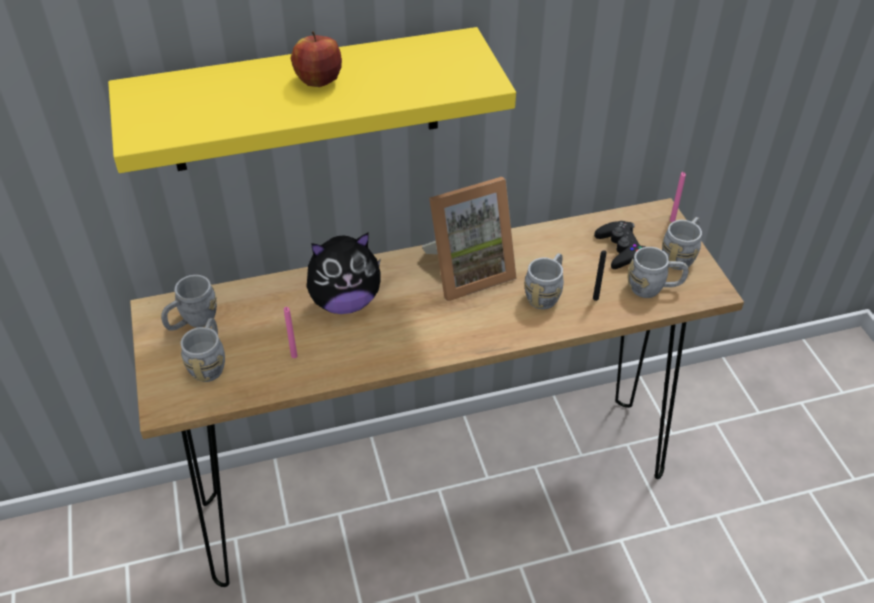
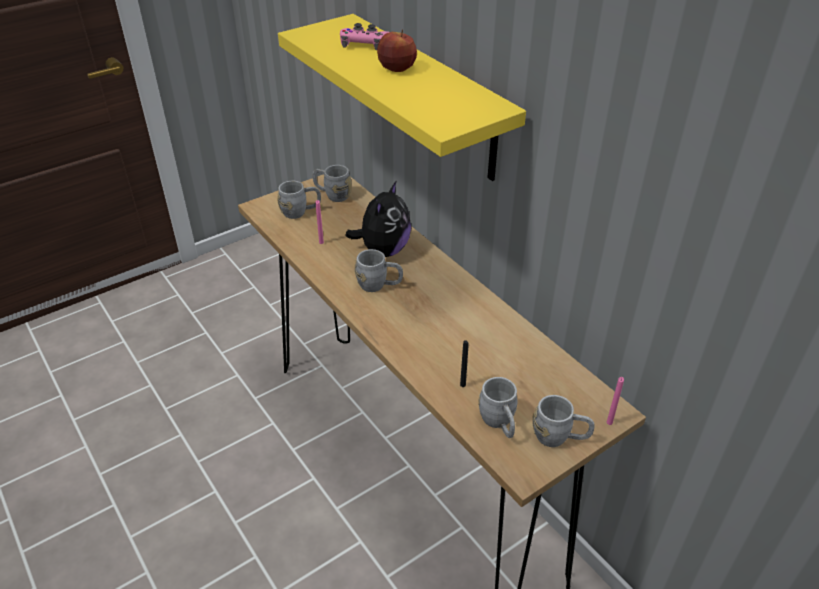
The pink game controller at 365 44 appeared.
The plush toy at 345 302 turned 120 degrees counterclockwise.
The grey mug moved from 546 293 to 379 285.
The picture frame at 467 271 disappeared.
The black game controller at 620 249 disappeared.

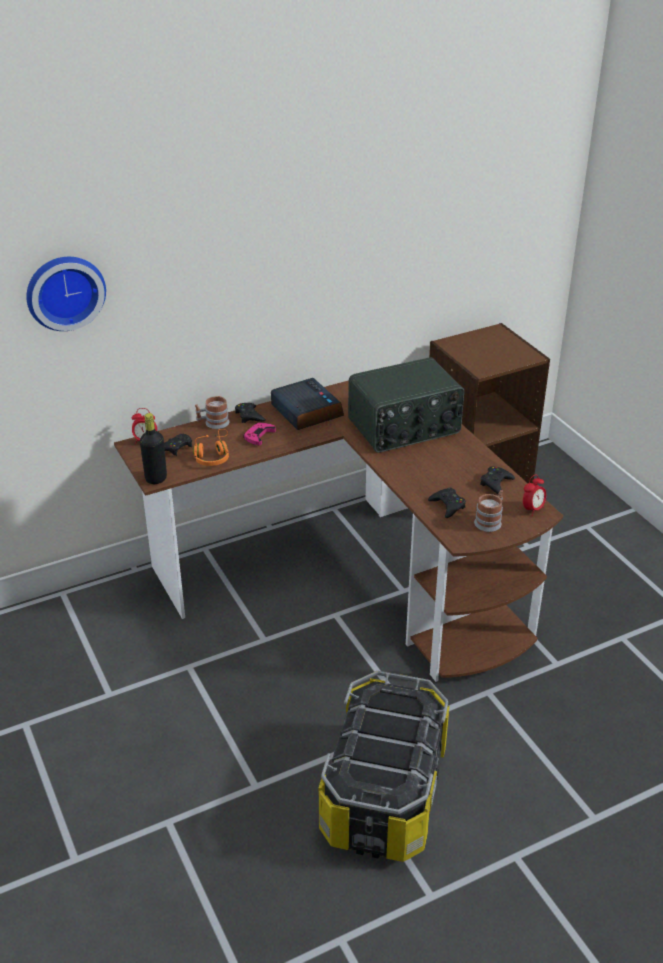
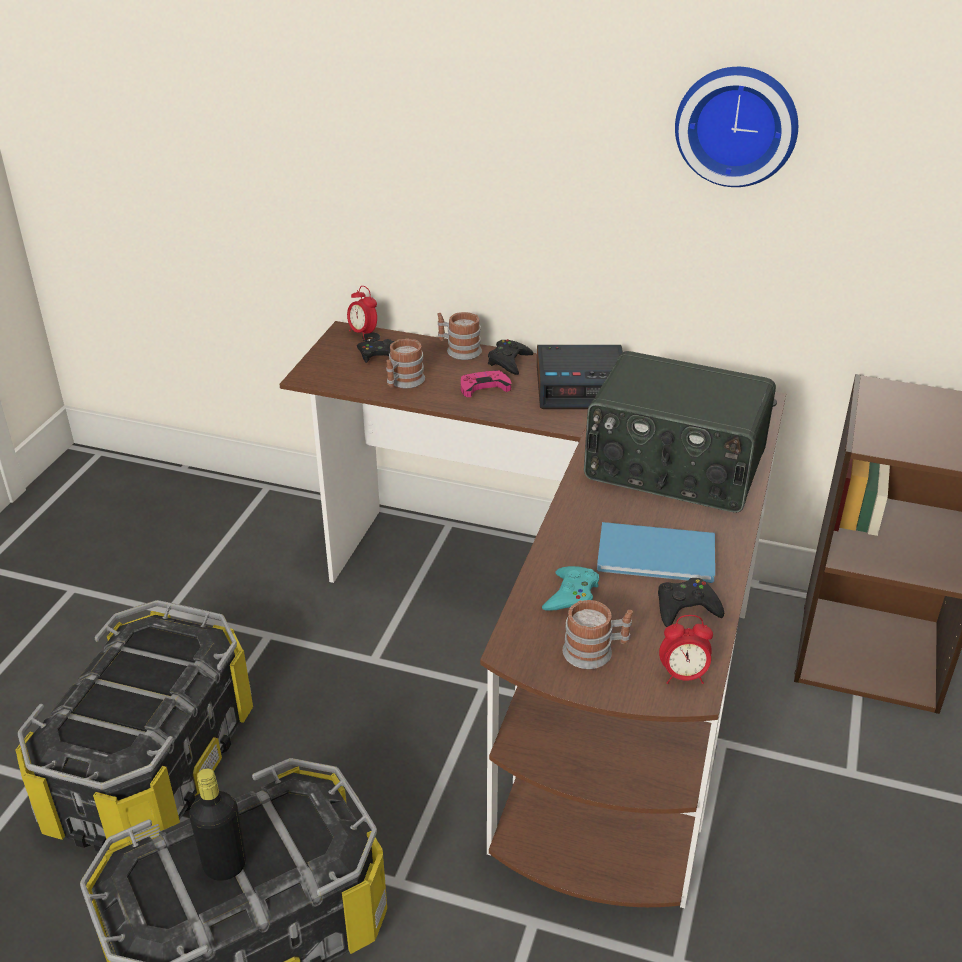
The storage box at 153 767 appeared.
The black bottle moved from 156 478 to 225 866.
The orange headphones at 213 455 was replaced by the mug at 403 382.
The alarm clock at 305 411 turned 75 degrees clockwise.
The black game controller at 448 506 became the turquoise game controller at 571 595.
The blue book at 659 556 appeared.
The wall clock moved from 64 291 to 737 124.

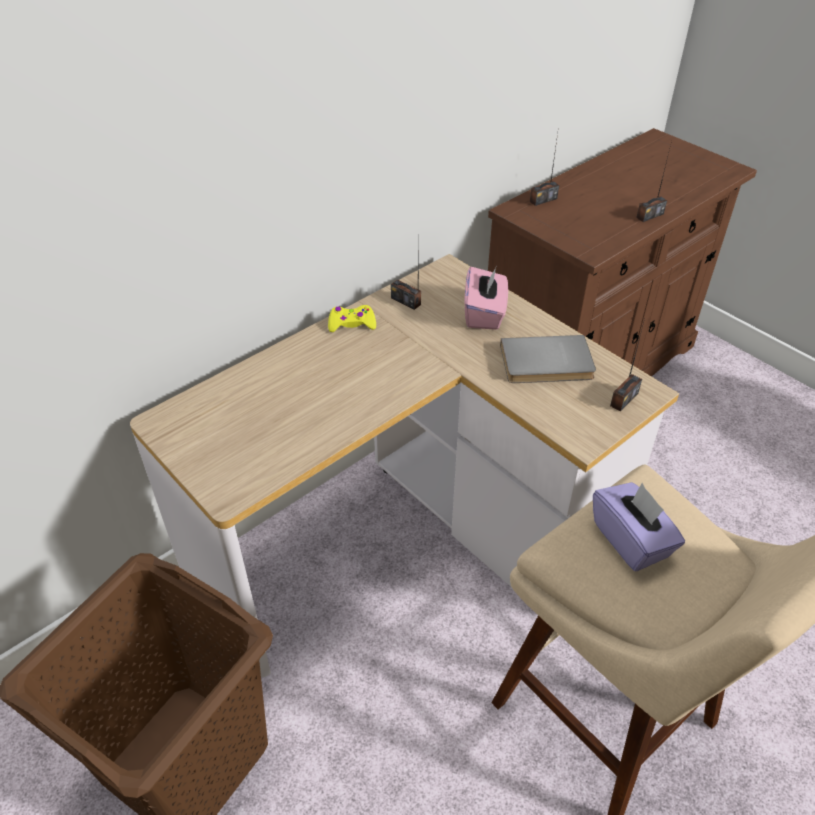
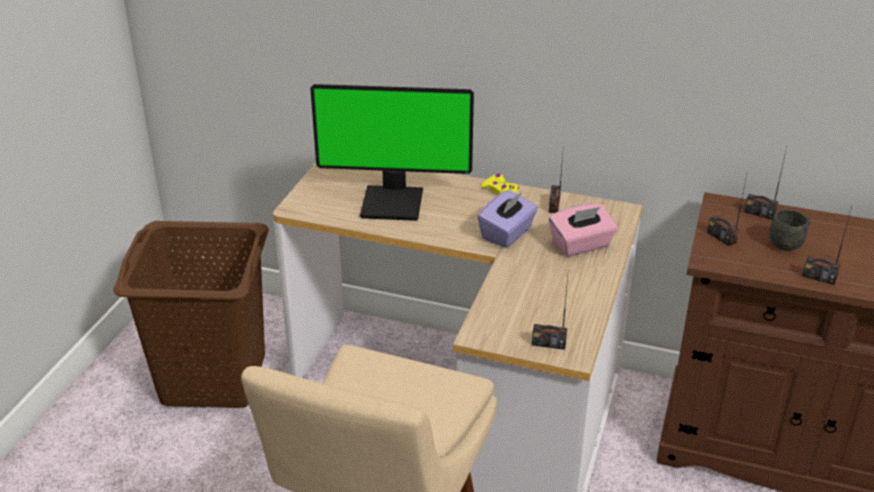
The monitor at 393 202 appeared.
The purple tissue box moved from 631 540 to 507 234.
The radio at 721 237 appeared.
The grey mug at 788 243 appeared.
The grey book at 547 364 disappeared.

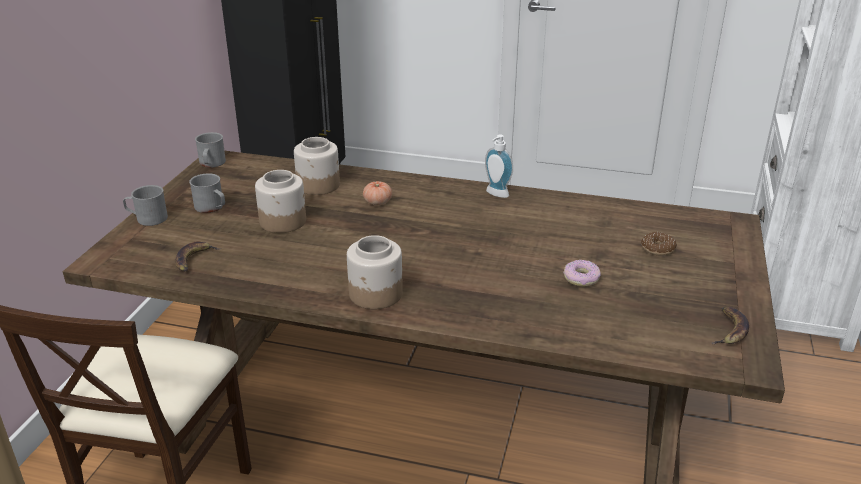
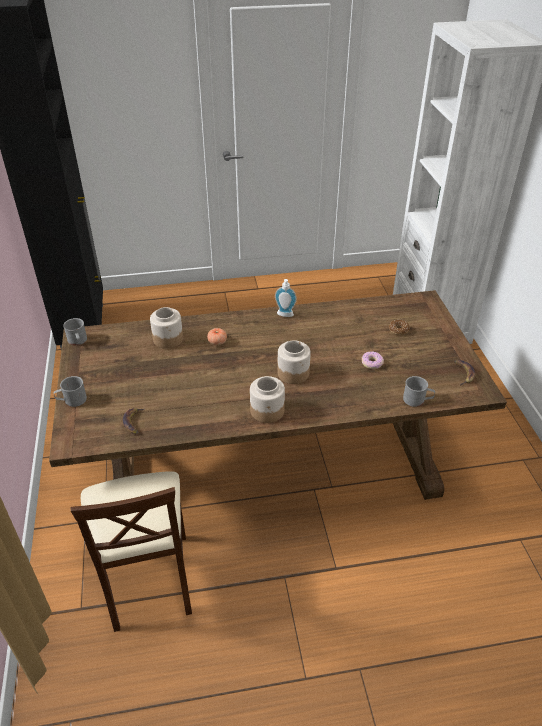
The jar moved from 283 221 to 293 373.
The grey mug moved from 212 208 to 417 400.

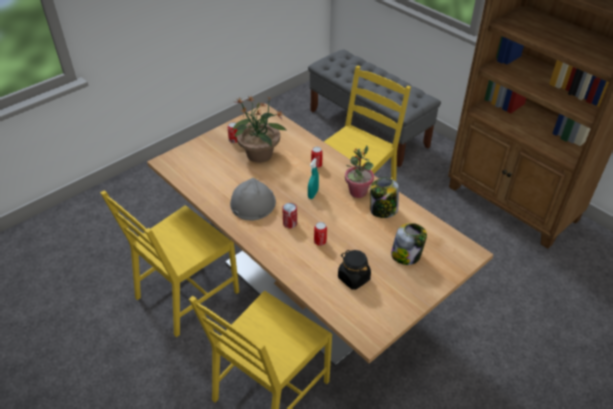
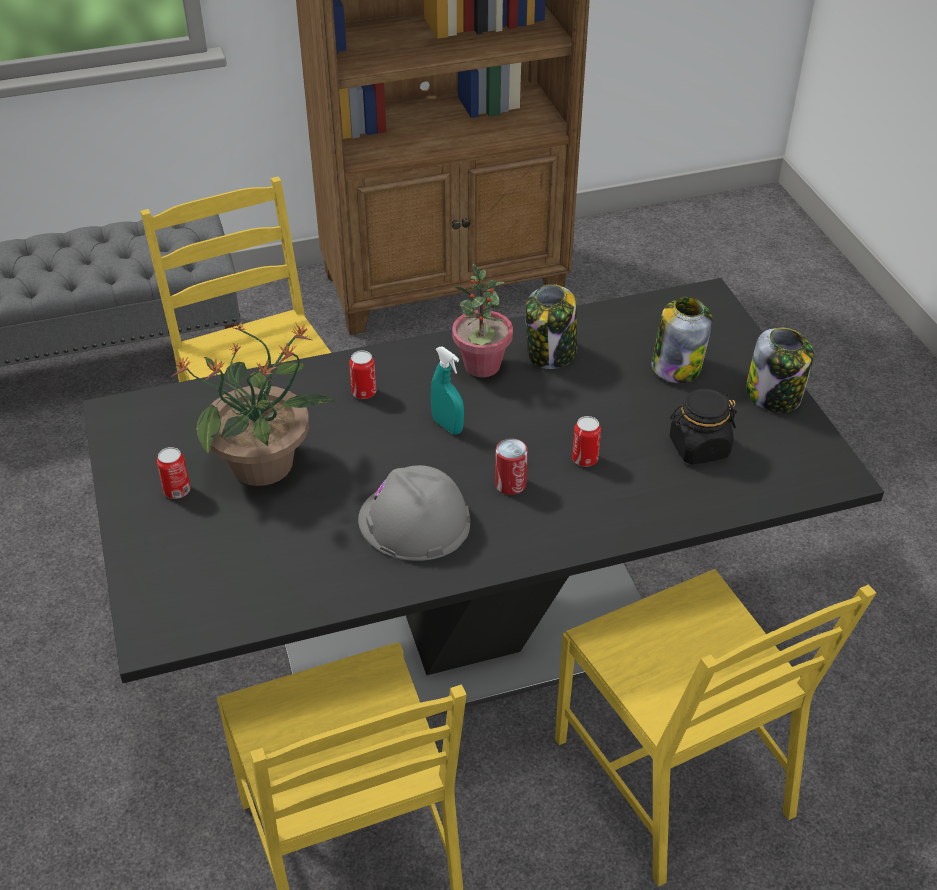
The beige dining table at 306 290 became the black dining table at 468 632.
The jar at 774 396 appeared.

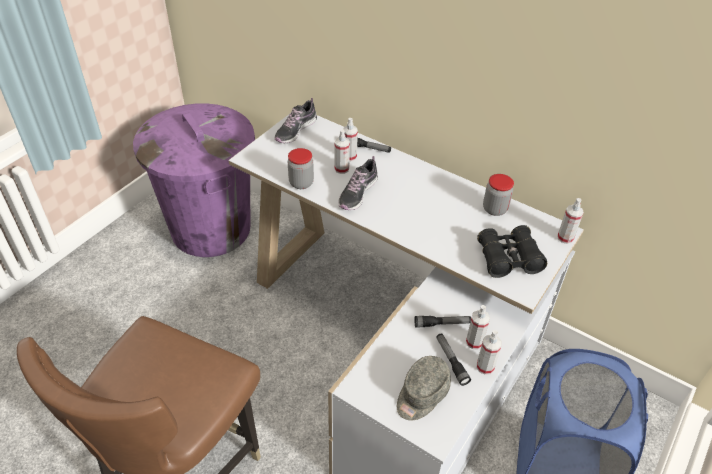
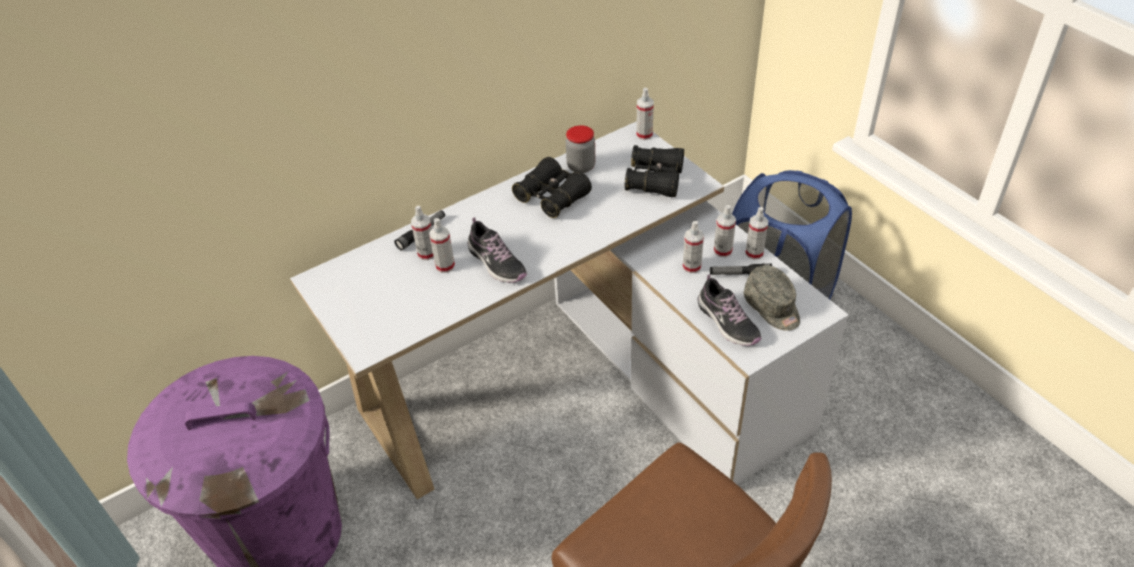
The black binoculars at 552 197 appeared.
The flashlight at 442 324 was replaced by the spray bottle at 691 266.
The shoe moved from 295 130 to 727 322.
The jar at 301 183 disappeared.

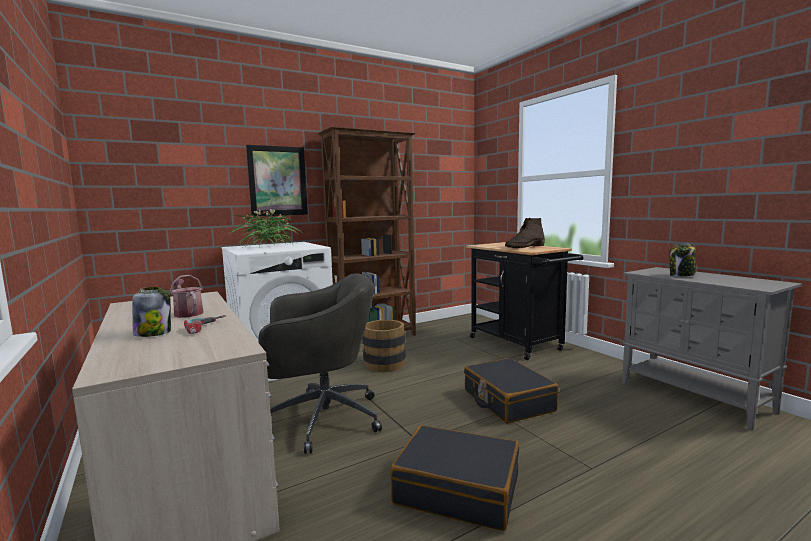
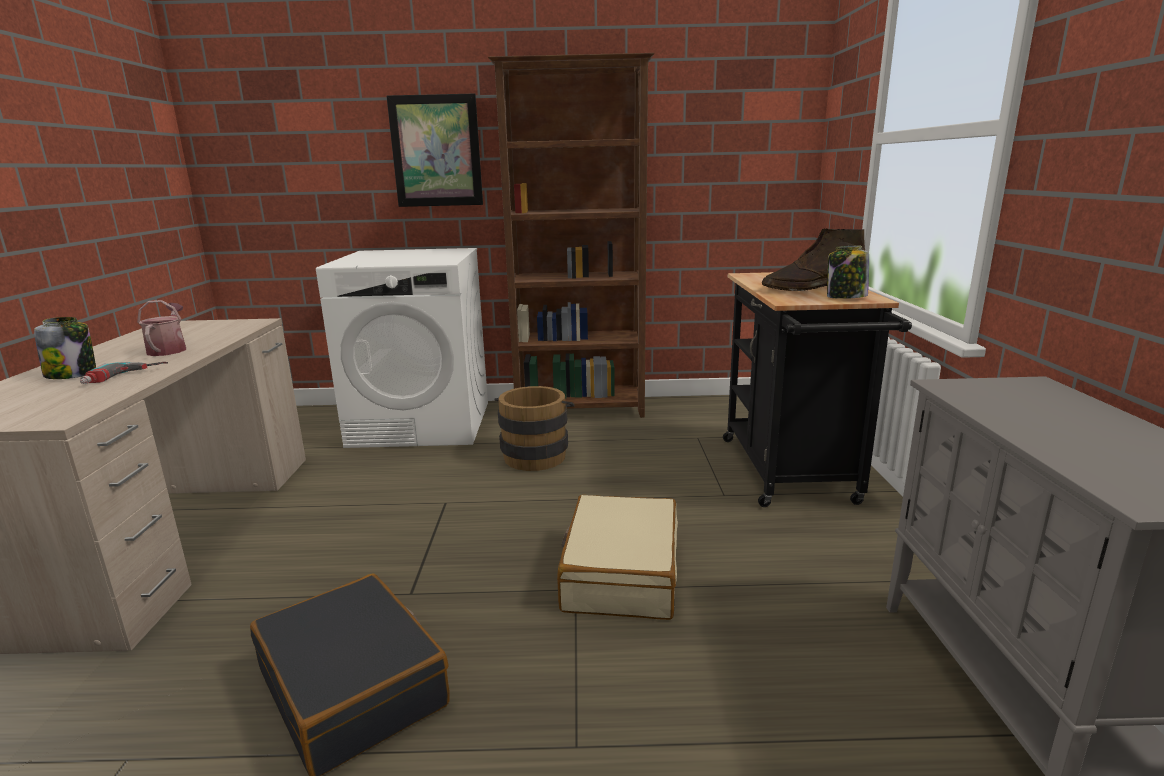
The black suitcase at 507 401 became the beige suitcase at 620 573.
The jar moved from 682 275 to 845 297.
The potted plant at 268 247 disappeared.
The grey office chair at 321 419 disappeared.

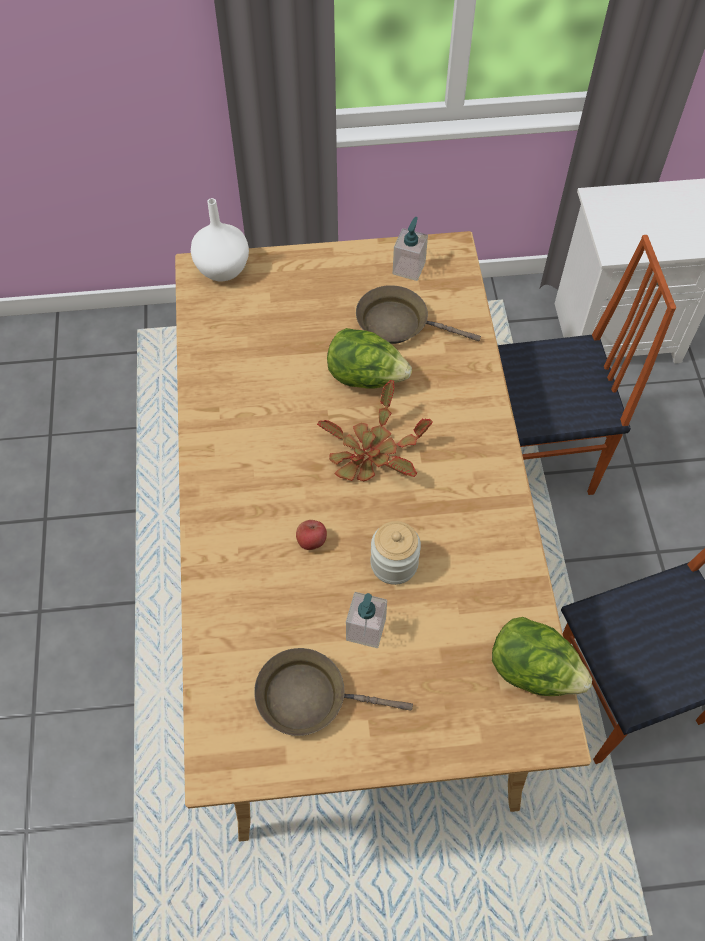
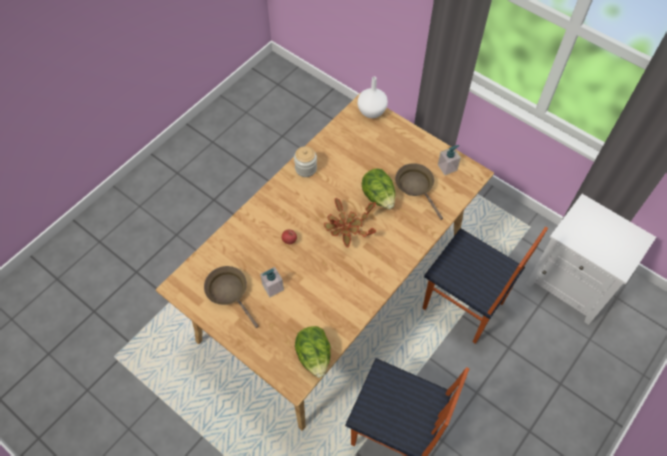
The jar moved from 394 563 to 306 168.

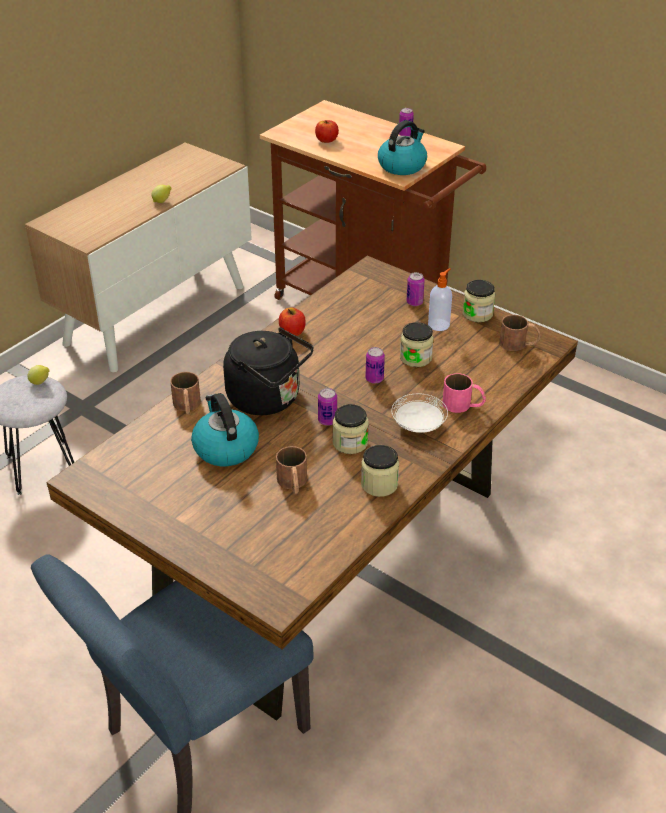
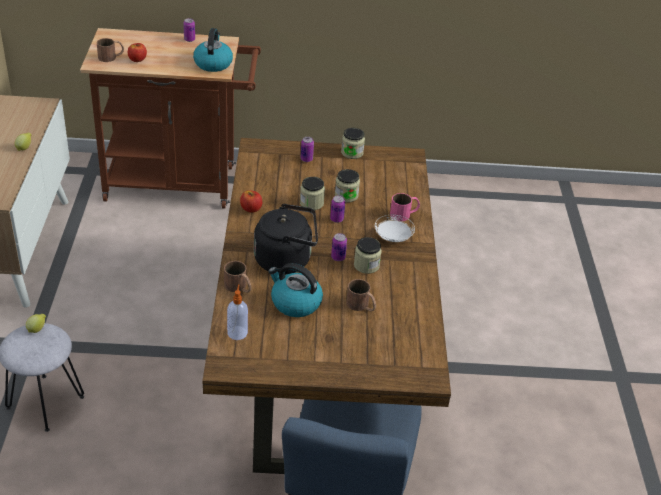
The brown mug moved from 519 344 to 111 57.
The soap dispenser moved from 439 324 to 237 332.
The jar moved from 379 484 to 311 203.

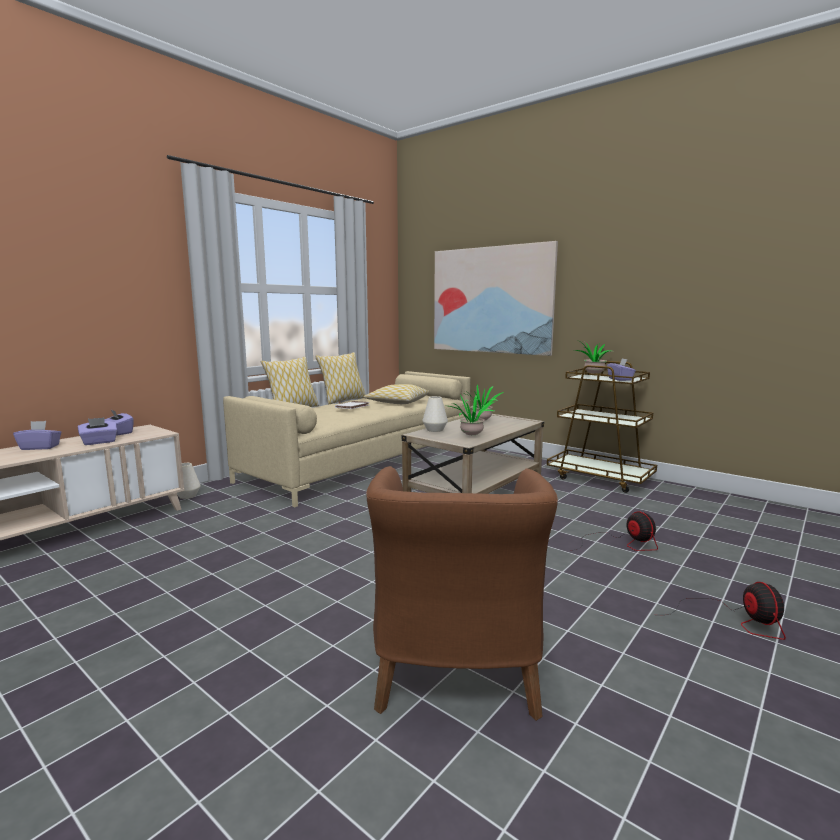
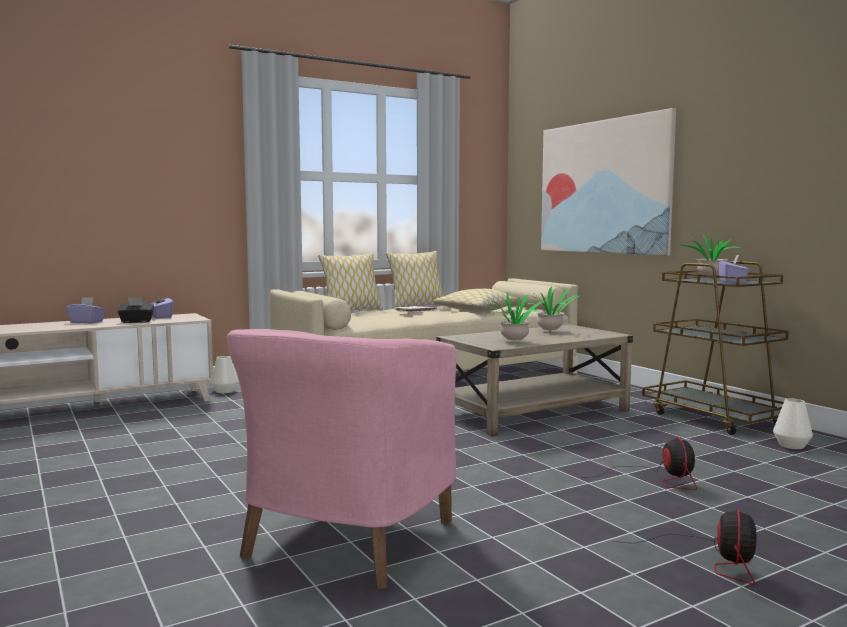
The purple tissue box at 99 442 became the black tissue box at 136 321.
The brown armchair at 456 666 became the pink armchair at 344 542.
The white vase moved from 435 430 to 792 446.

